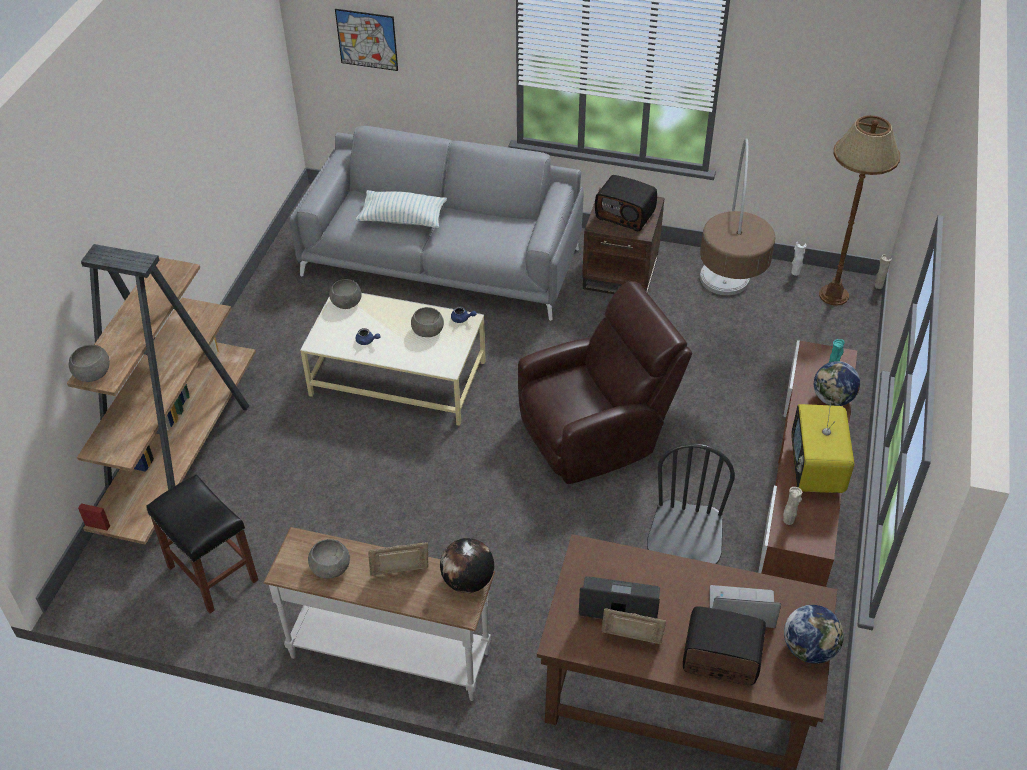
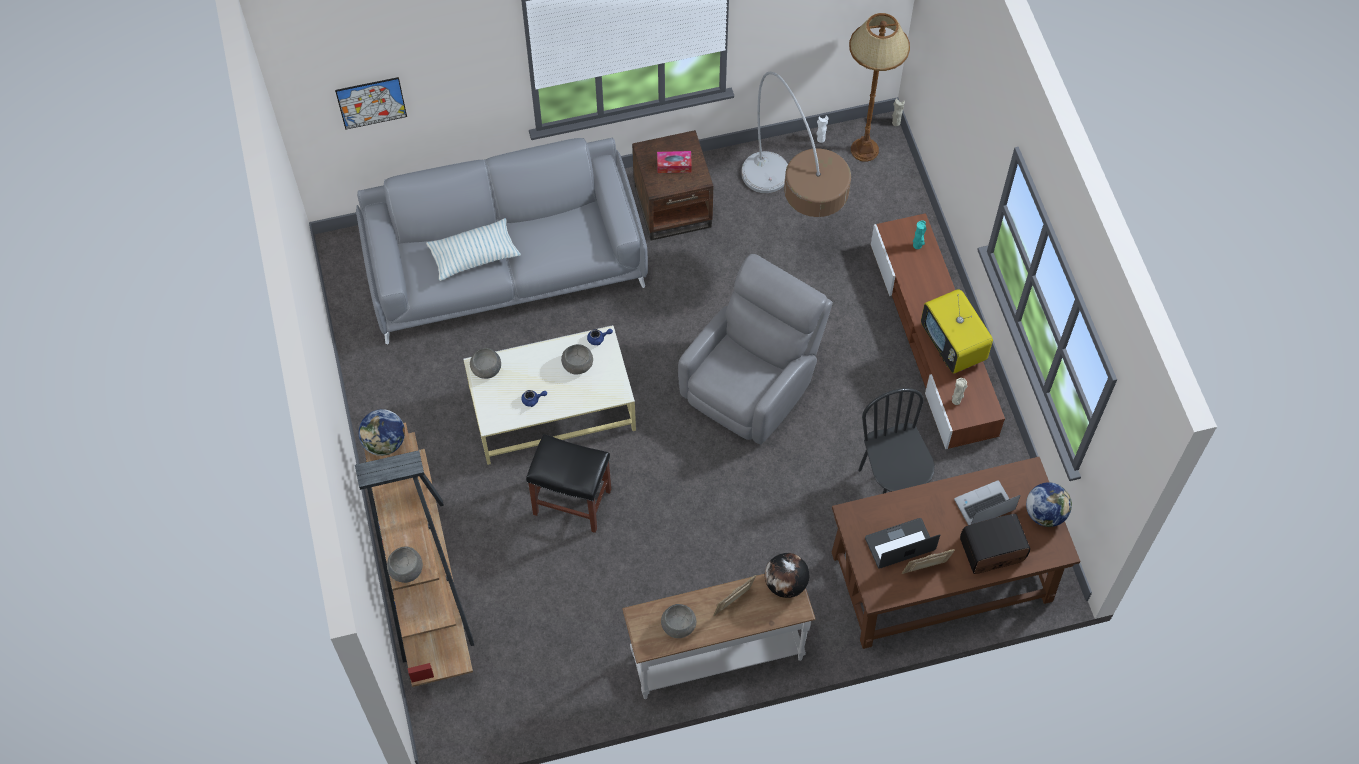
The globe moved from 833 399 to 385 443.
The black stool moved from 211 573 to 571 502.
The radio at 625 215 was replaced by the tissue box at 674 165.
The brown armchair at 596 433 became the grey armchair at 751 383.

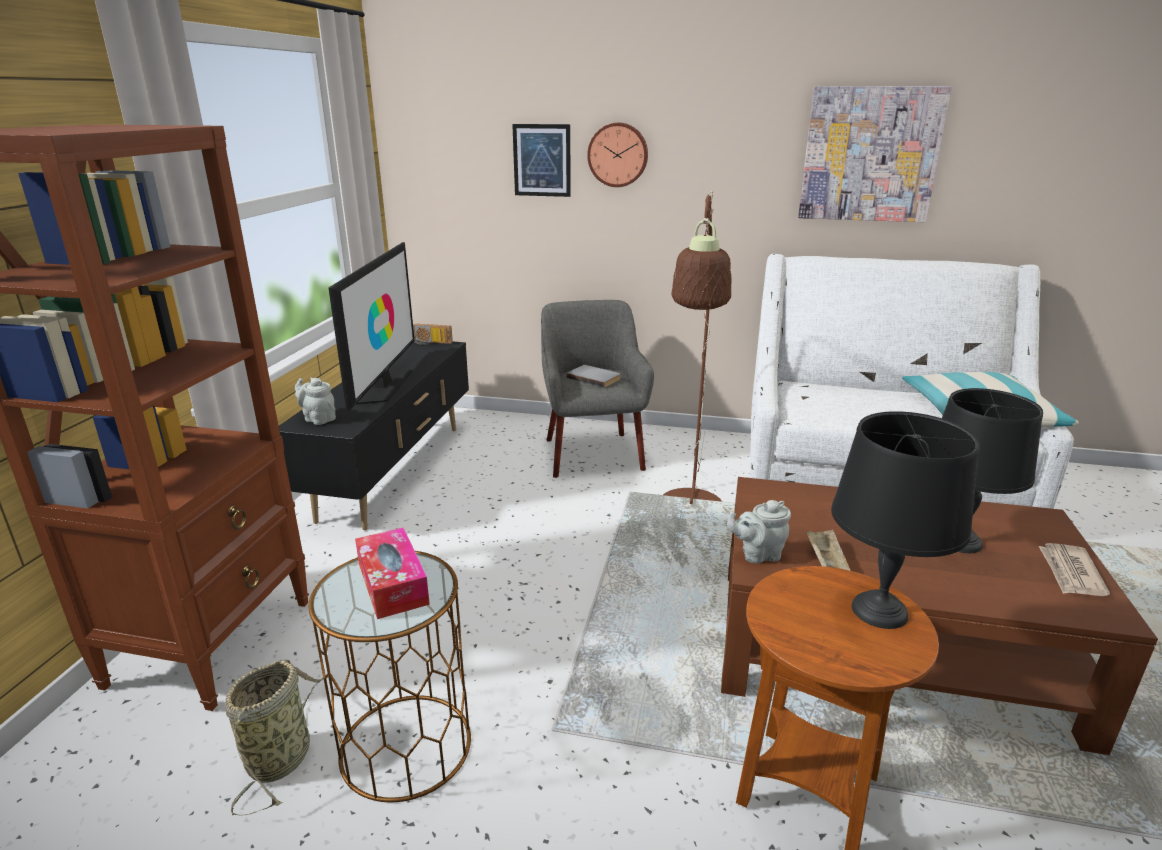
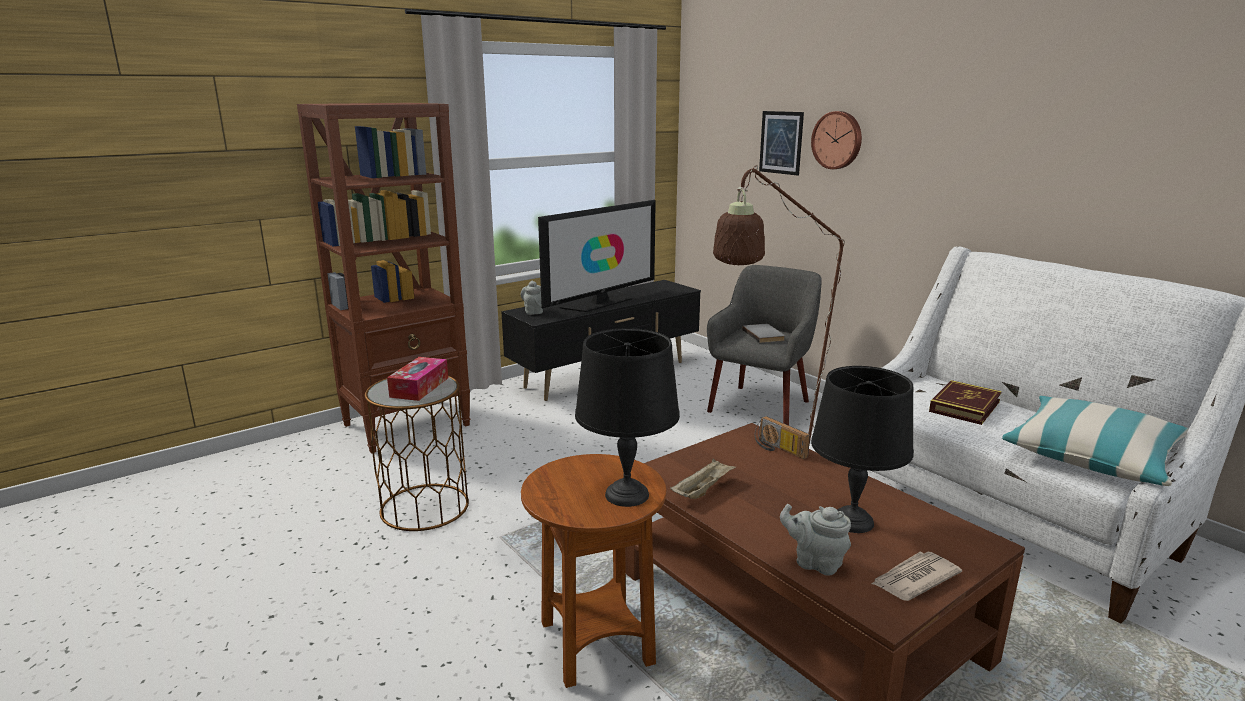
The radio moved from 430 343 to 778 449.
The grey teapot moved from 757 554 to 815 562.
The book at 964 406 appeared.
The basket at 282 756 disappeared.
The picture at 870 155 disappeared.

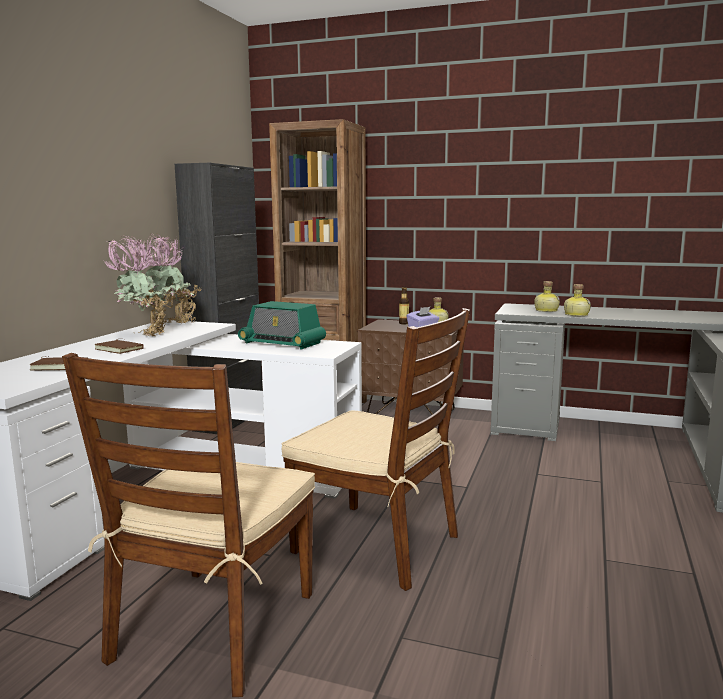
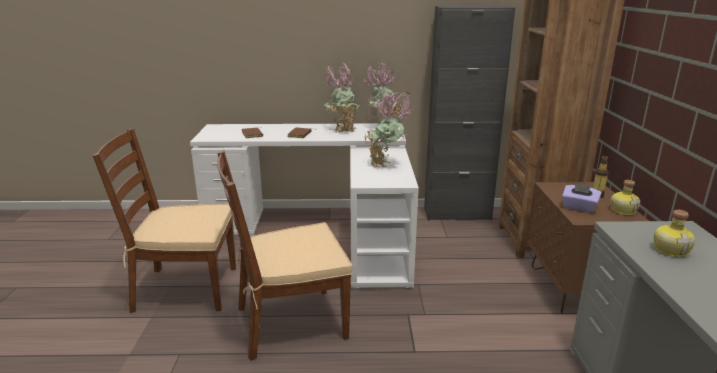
The brown chair at 378 544 turned 60 degrees clockwise.
The radio at 282 343 was replaced by the potted plant at 386 165.
The bottle at 576 315 disappeared.

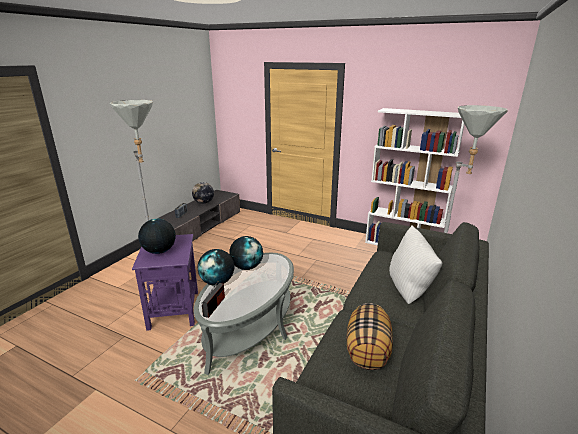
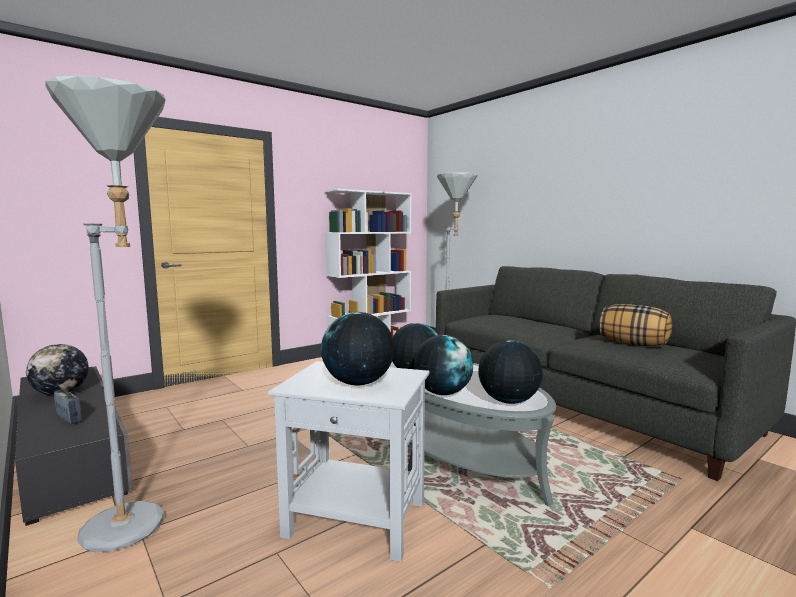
The purple side table at 174 310 became the white side table at 357 519.
The radio at 214 306 was replaced by the globe at 508 401.
The white pillow at 409 290 disappeared.

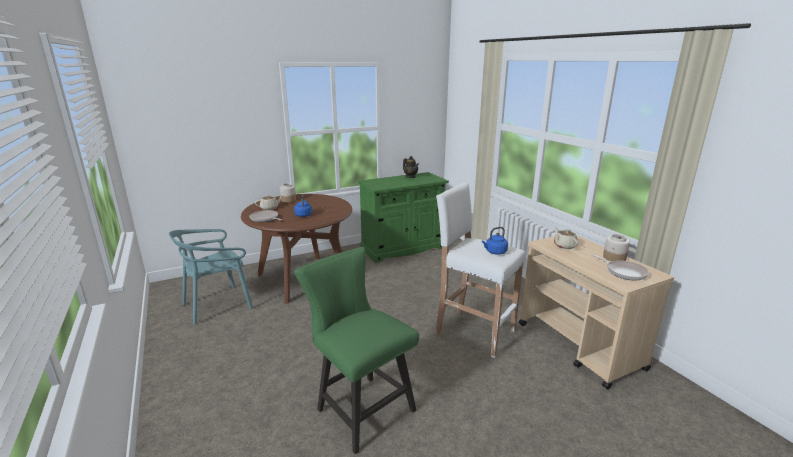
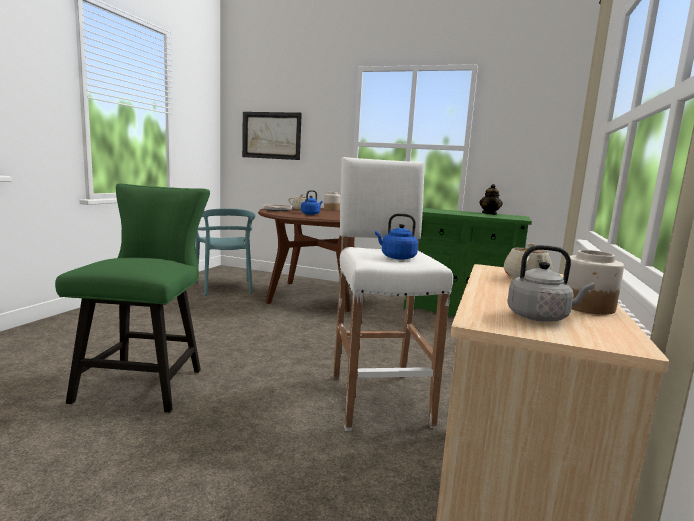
The turquoise chair at 218 305 turned 120 degrees counterclockwise.
The picture at 271 135 appeared.
The frying pan at 624 272 was replaced by the grey kettle at 540 317.

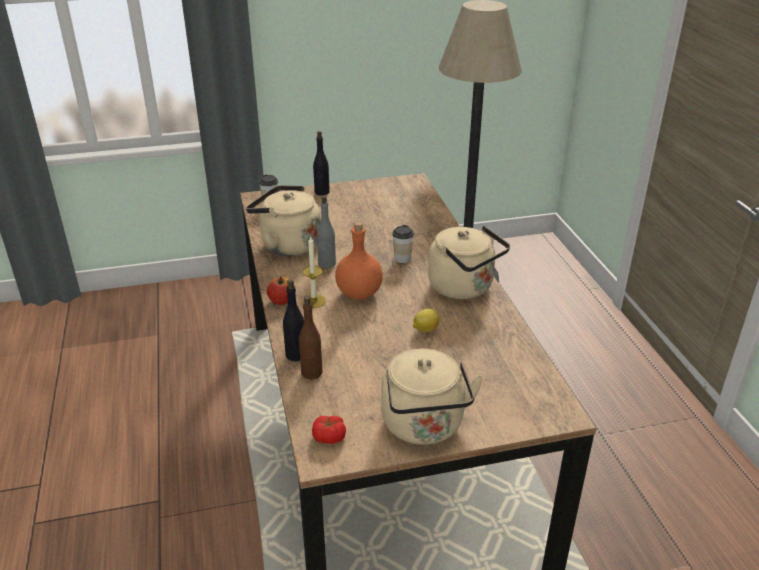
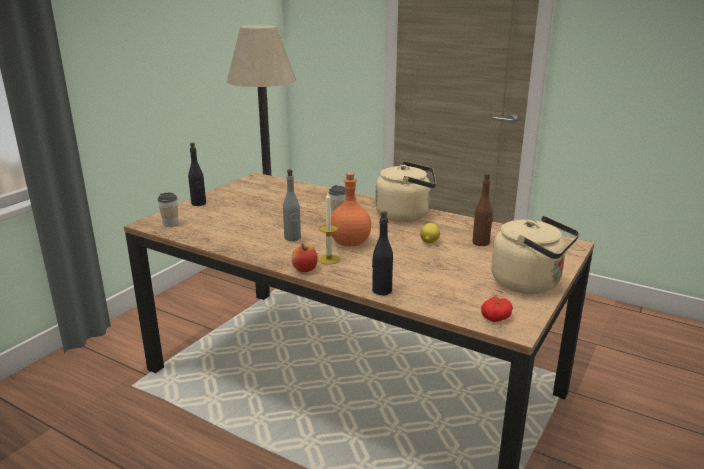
The brown bottle moved from 311 373 to 481 243.
The beige kettle at 287 245 disappeared.

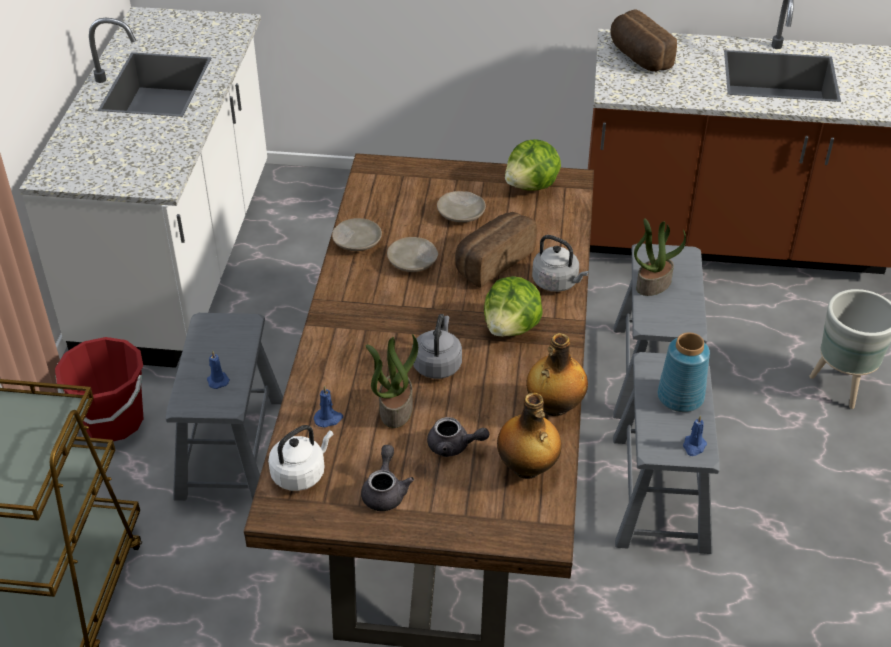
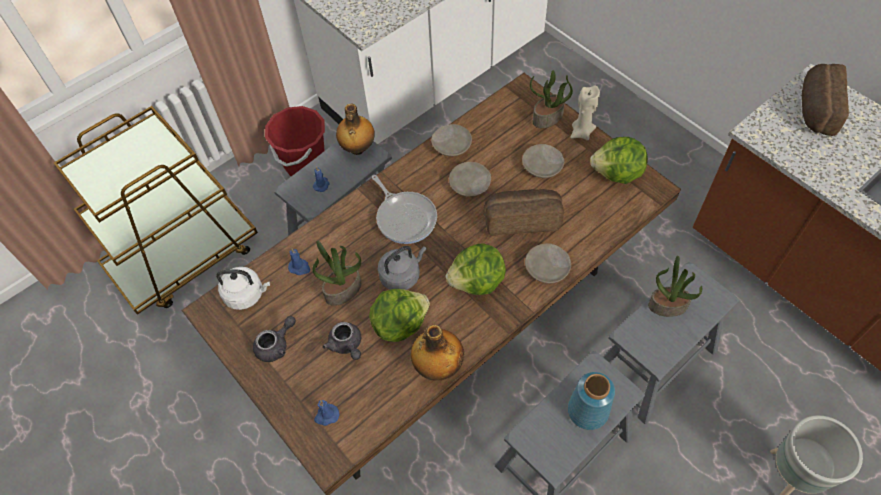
The blue candle moved from 694 446 to 326 416.
The bottle moved from 527 468 to 357 148.
The lettuce at 399 324 appeared.
The frying pan at 405 217 appeared.
The grey kettle at 557 283 was replaced by the beige plate at 547 268.
The potted plant at 548 118 appeared.
The beige candle at 581 133 appeared.

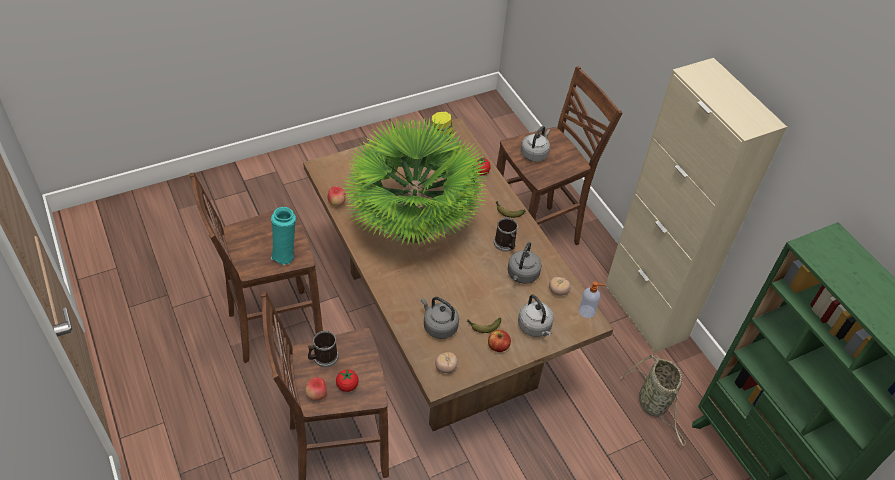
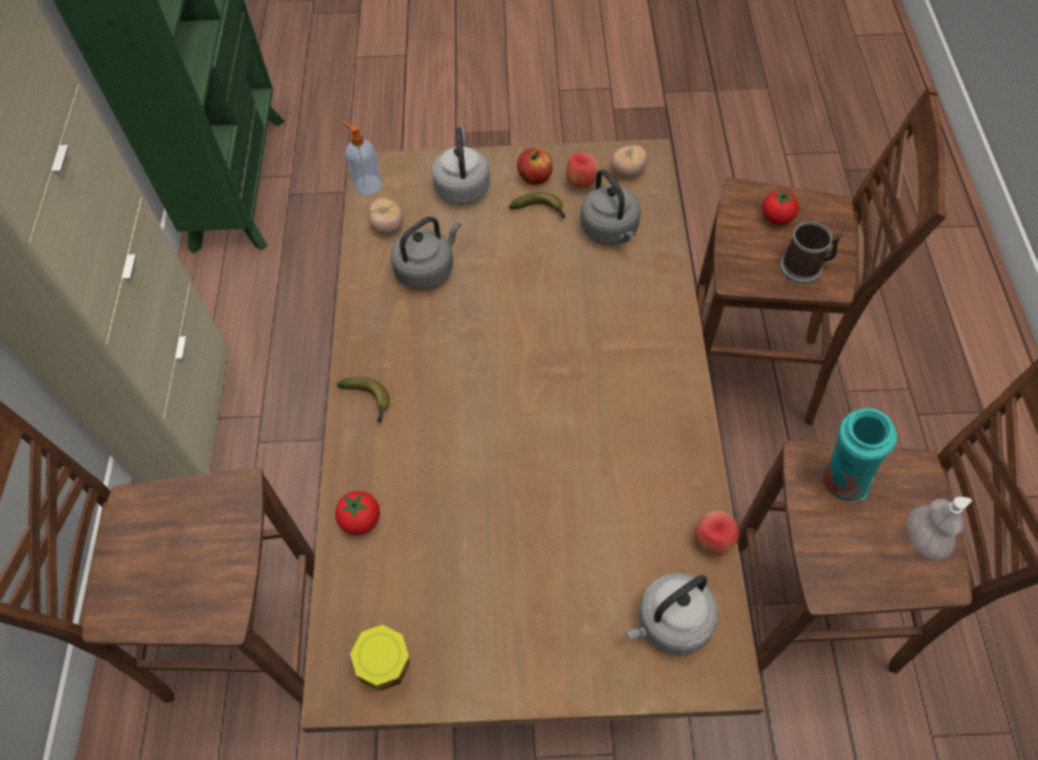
The apple moved from 317 395 to 581 184.
The grey kettle moved from 535 154 to 670 623.
The soap dispenser at 923 540 appeared.
The potted plant at 413 229 disappeared.
The mug at 506 244 disappeared.
The basket at 654 405 disappeared.

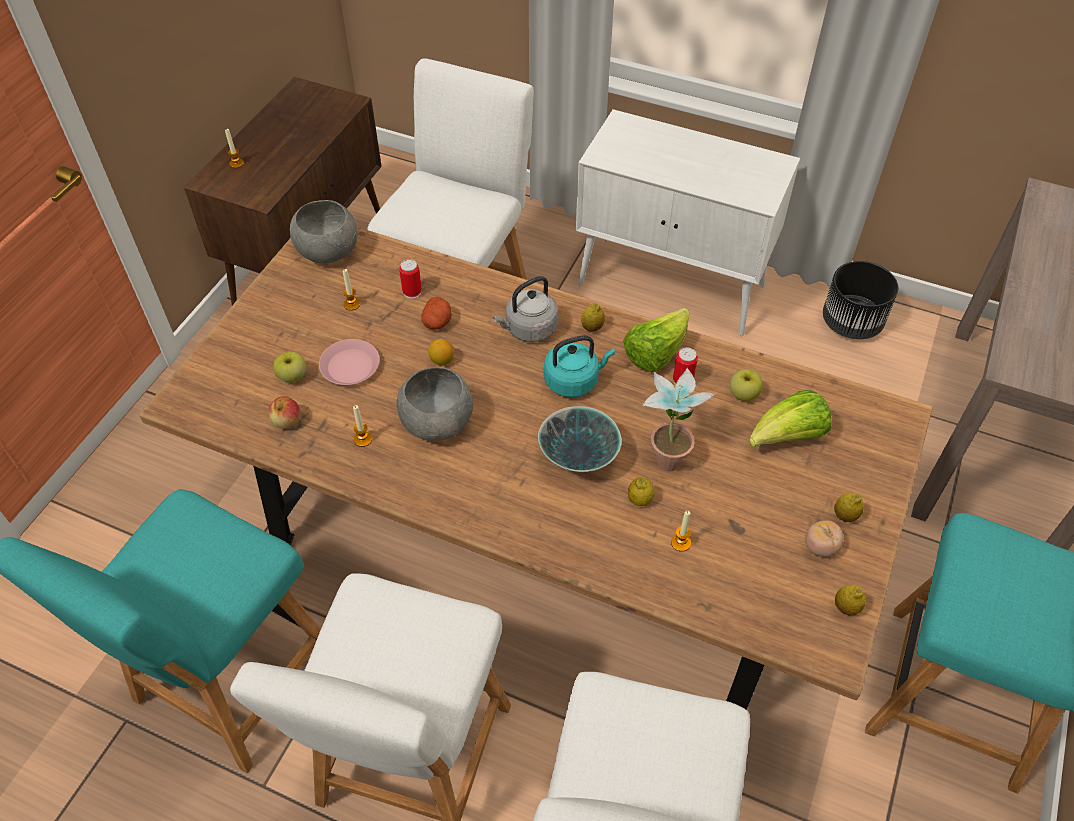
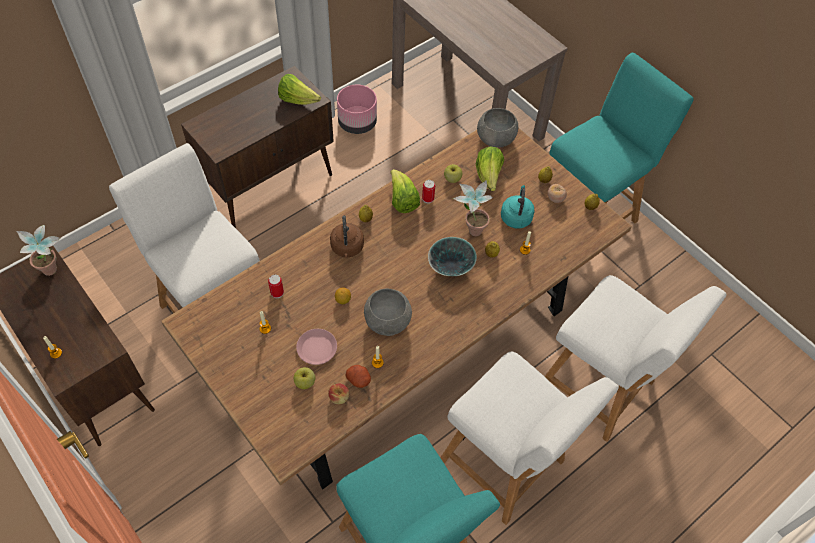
The potted plant at 54 271 appeared.
The white cabinet at 673 286 became the brown cabinet at 271 186.
The lettuce at 298 100 appeared.
The grey kettle at 529 329 became the brown kettle at 347 248.
The black planter at 852 323 became the pink planter at 357 123.
The potato moved from 437 322 to 359 379.
The grey bowl moved from 328 250 to 495 138.
The turquoise kettle moved from 574 381 to 516 216.

